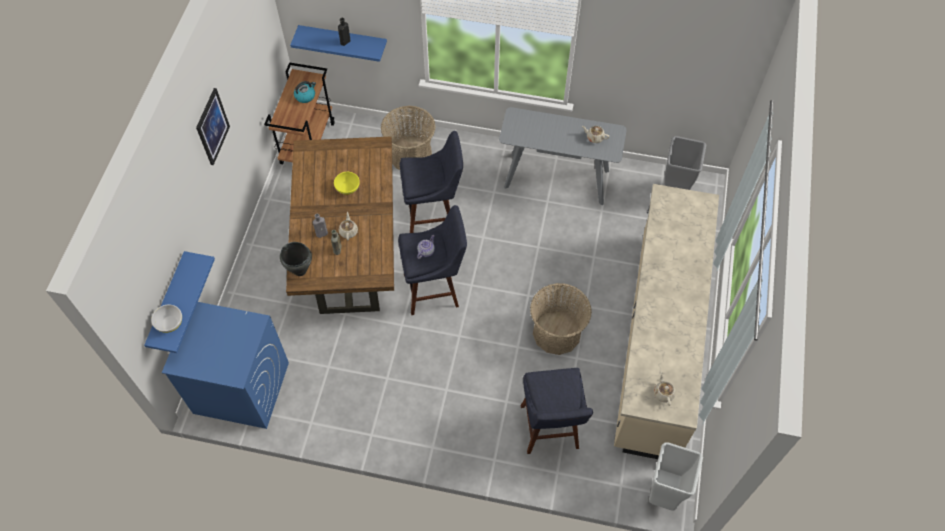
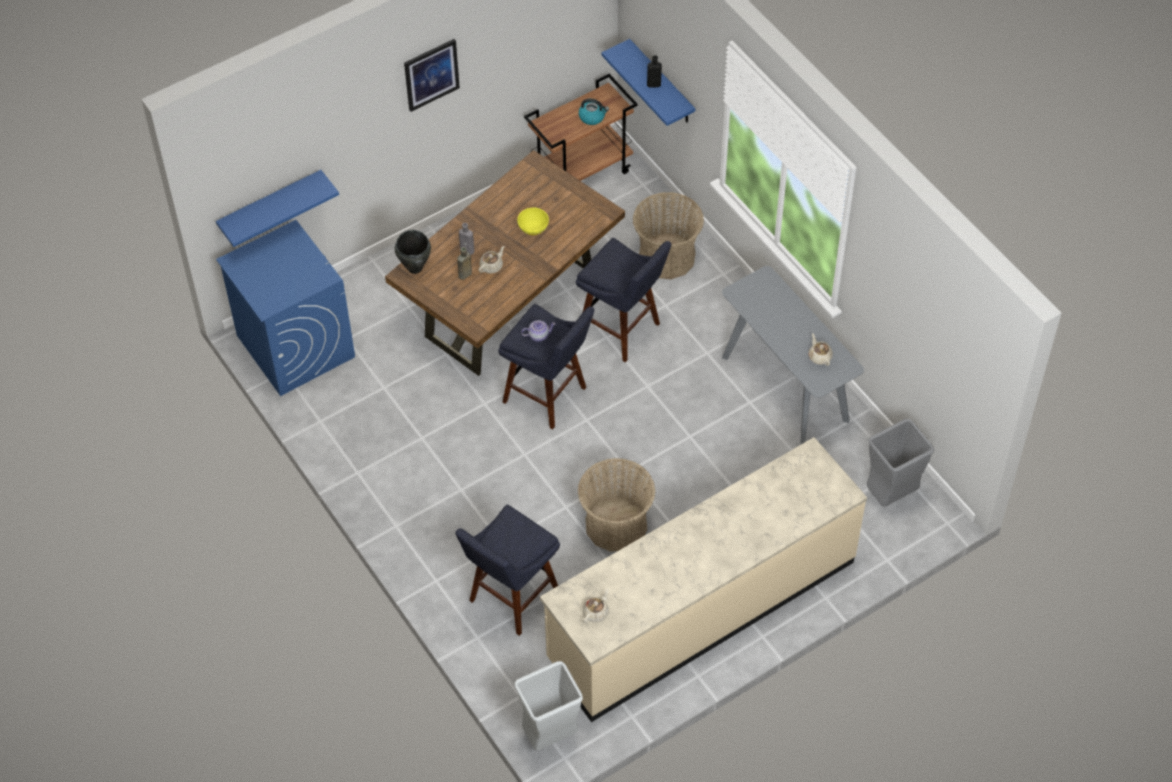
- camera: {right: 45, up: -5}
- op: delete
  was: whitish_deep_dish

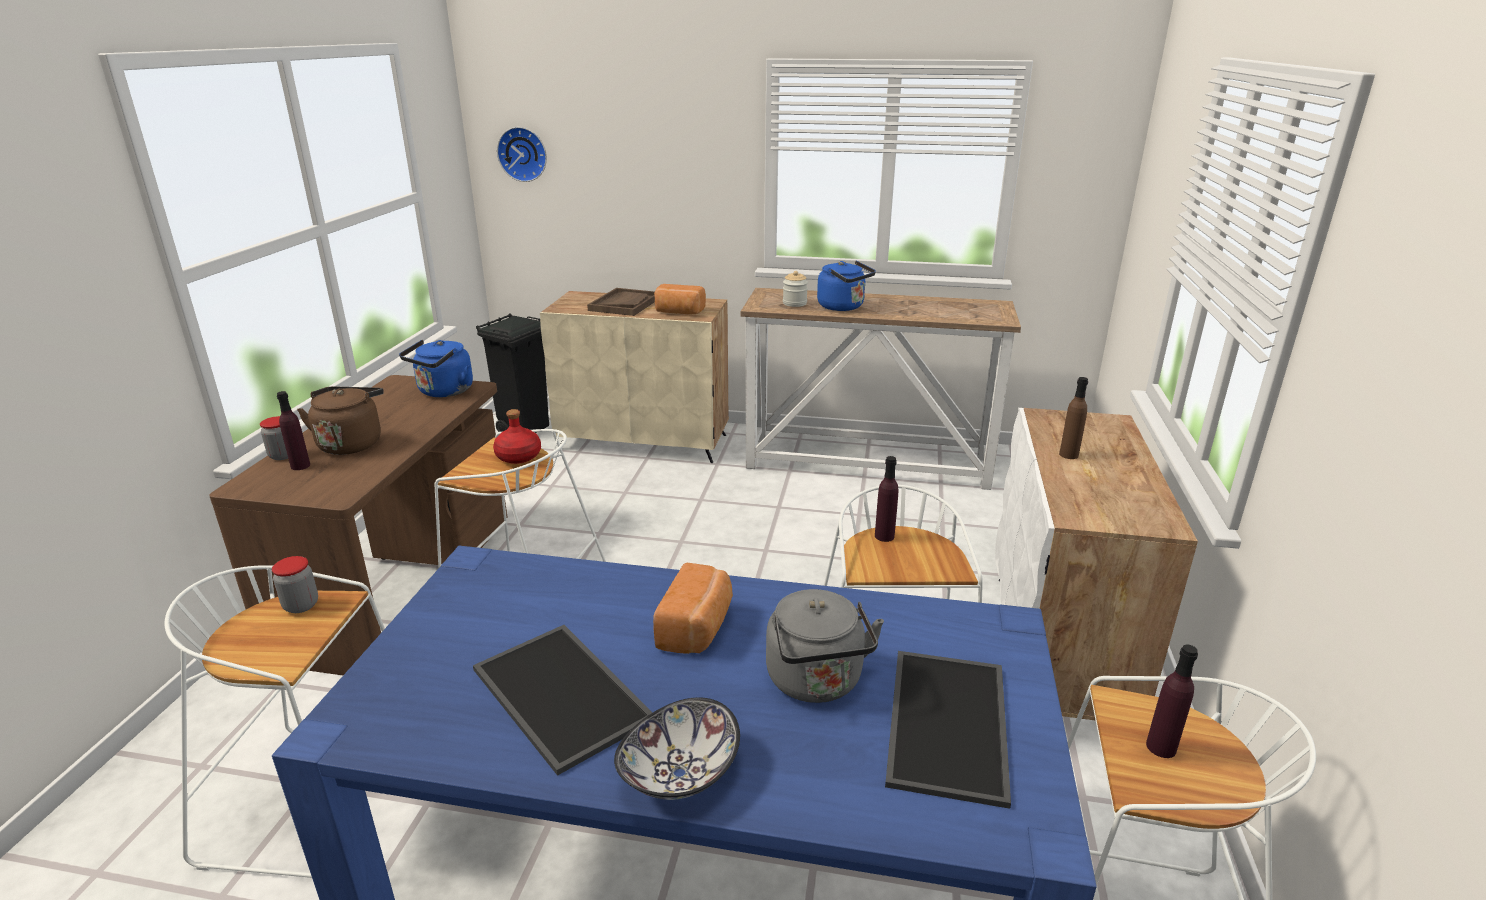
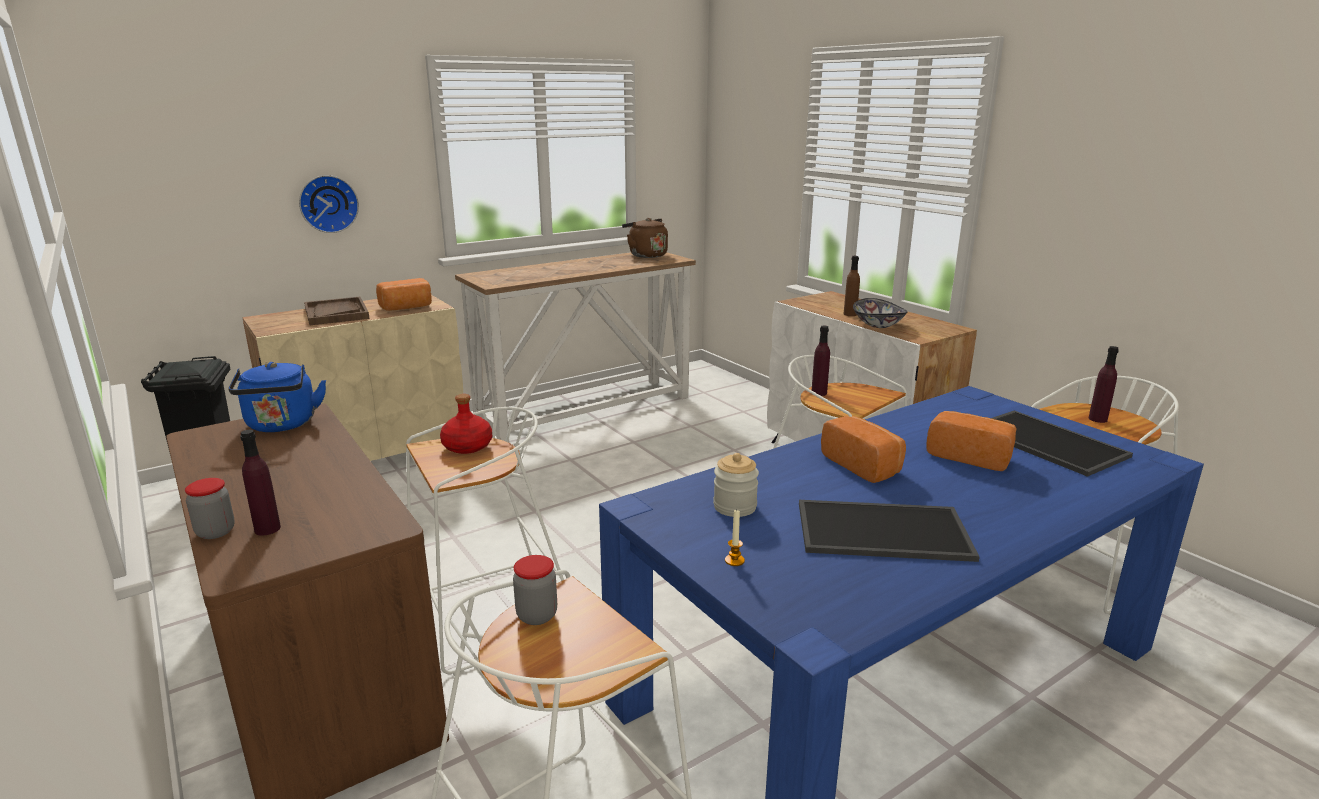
- camera: {right: -45, up: -5}
- op: move
  was: clock_on_the_wall
- op: move
  was: brown_tea_kettle
- op: move
  was: preserve_jar (3rd from left)
- op: insert
  now: wax_candle
- op: move
  was: deep_dish
- op: replace
  was: grey_tea_kettle
  now: bakery_bread (3rd from left)
- op: delete
  was: bluish_tea_kettle (2nd from left)

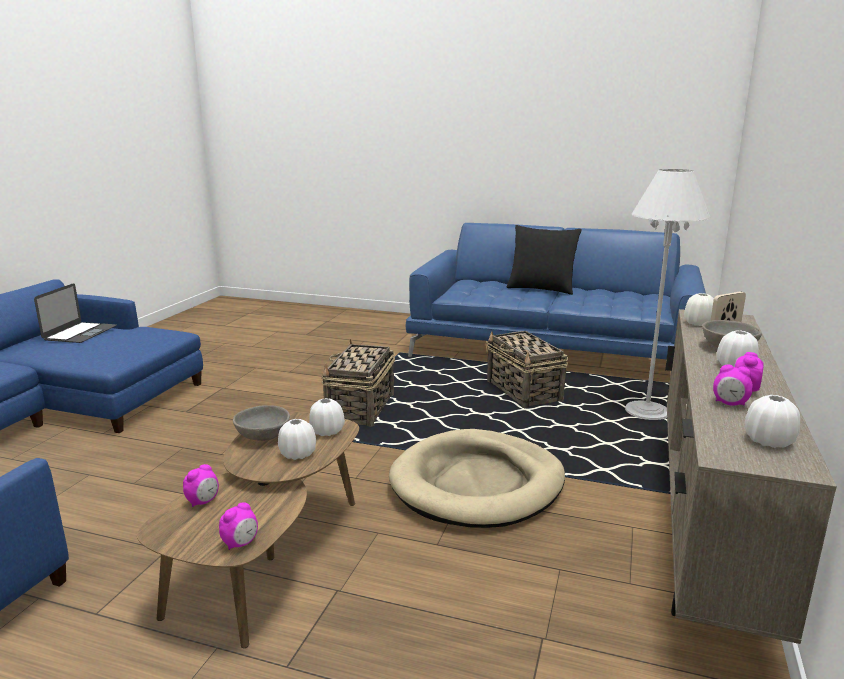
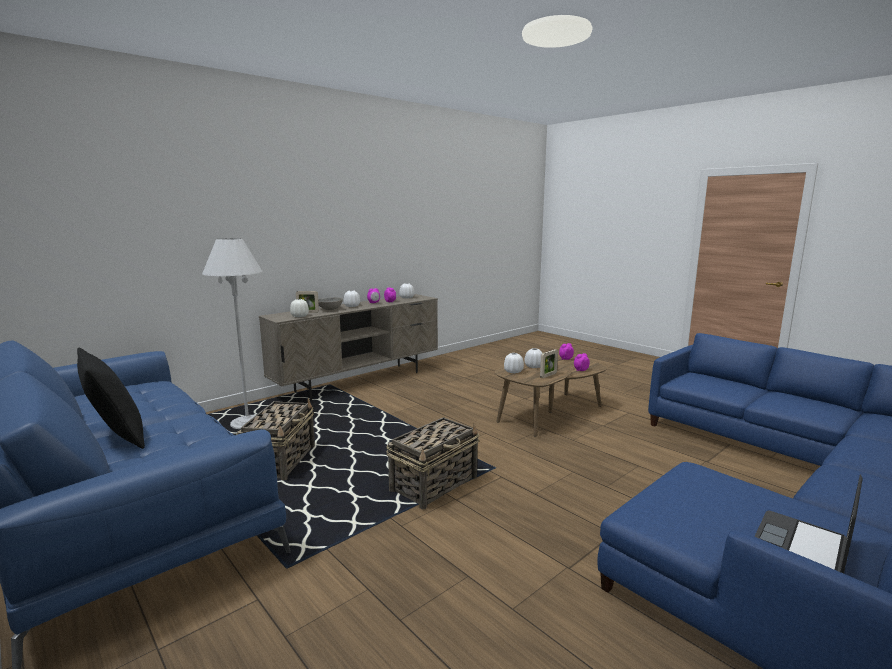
- camera: {right: -150, up: -5}
- op: replace
  was: grey_deep_dish (1st from left)
  now: standing_frame (2nd from left)
- op: delete
  was: beige-coloured_pet_bed

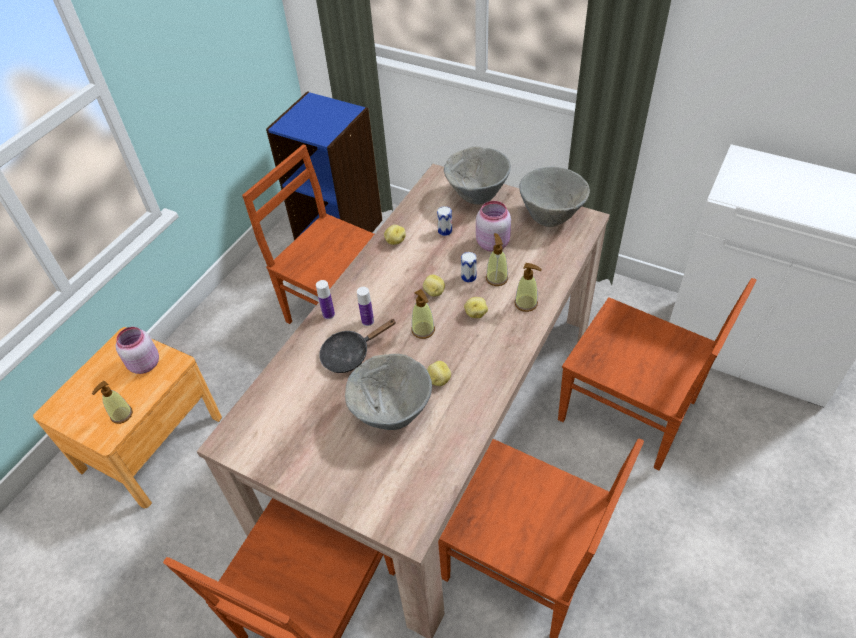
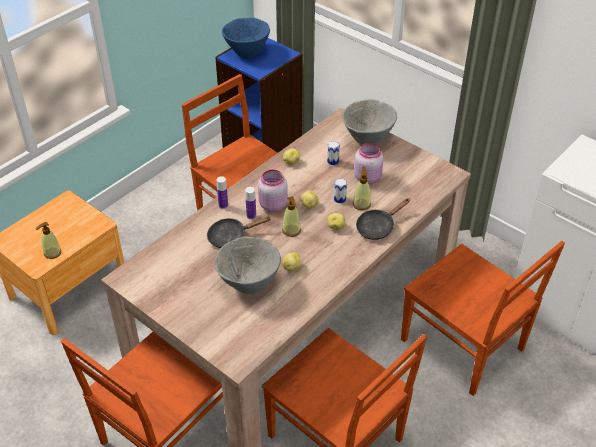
- camera: {right: 10, up: -5}
- op: insert
  now: bluish_deep_dish
- op: move
  was: pinkish_preserve_jar (1st from left)
- op: replace
  was: soap_bottle (4th from left)
  now: blackish_frying_pan (2nd from left)
- op: delete
  was: grey_deep_dish (3rd from left)

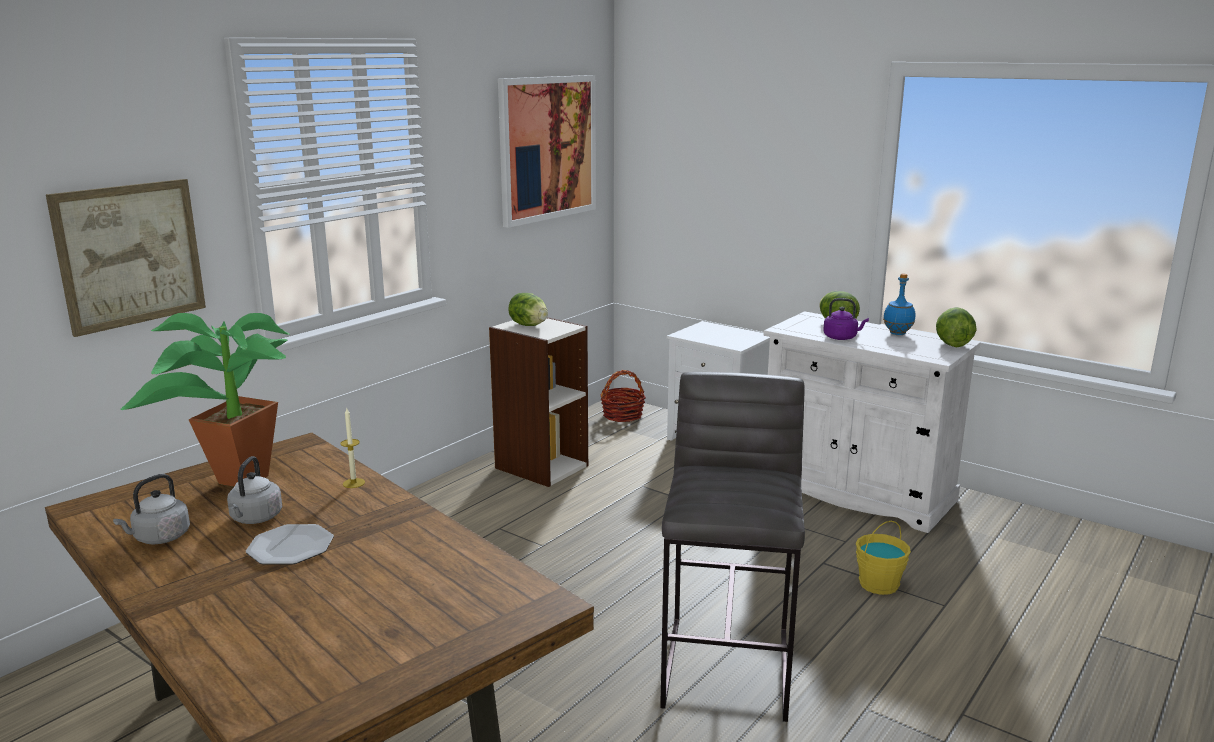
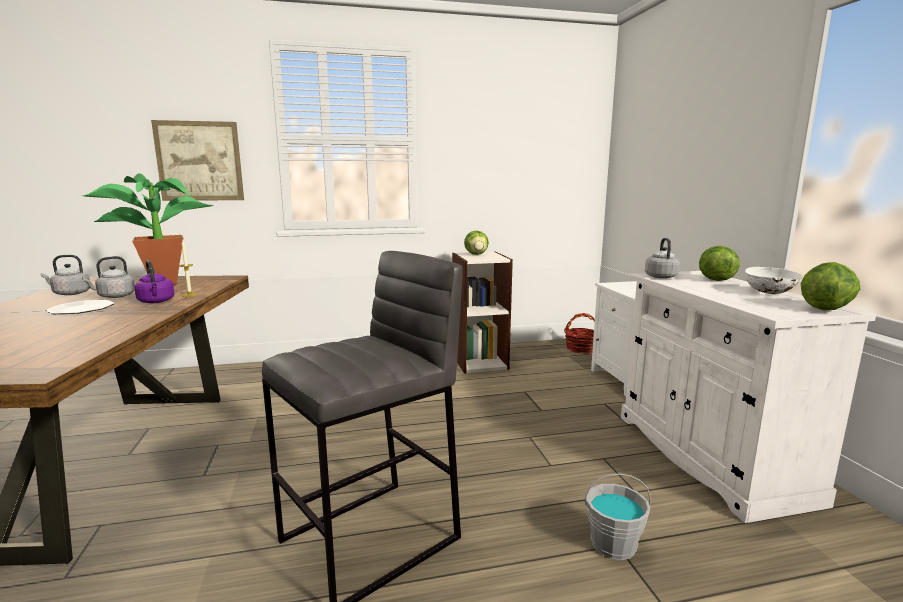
- camera: {right: 40, up: -5}
- op: move
  was: purple-coloured_tea_kettle
- op: recolor
  was: yellow-coloured_pail
  now: grey_pail
- op: insert
  now: grey_tea_kettle (3rd from left)
- op: replace
  was: bluish_beverage_bottle
  now: whitish_deep_dish
- op: delete
  was: wall_art (2nd from left)

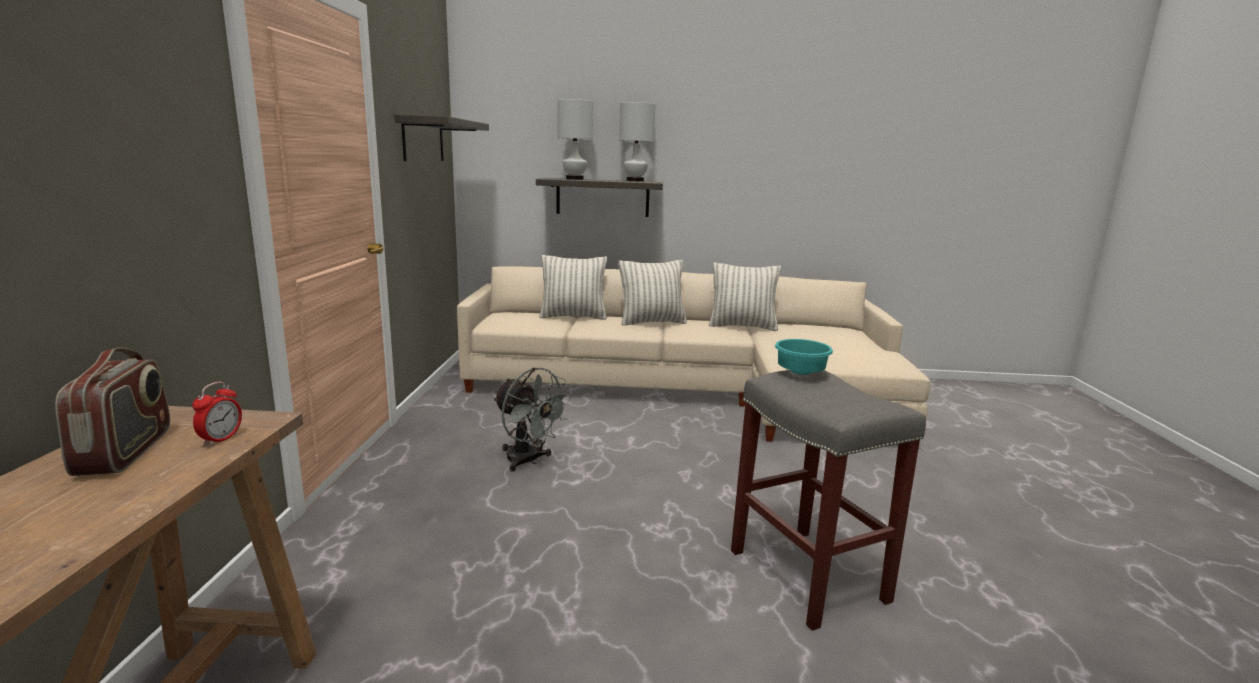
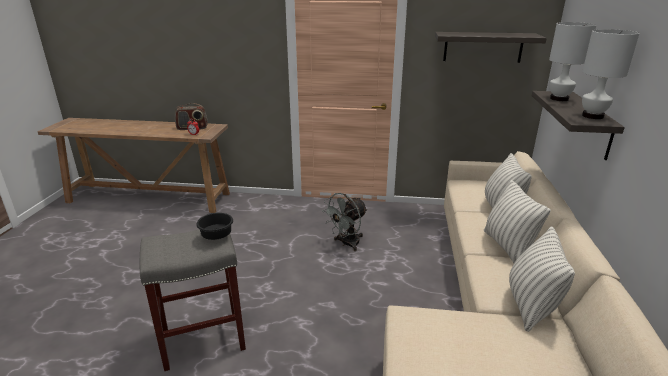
- camera: {right: 95, up: 10}
- op: recolor
  was: turquoise-coloured_deep_dish
  now: blackish_deep_dish

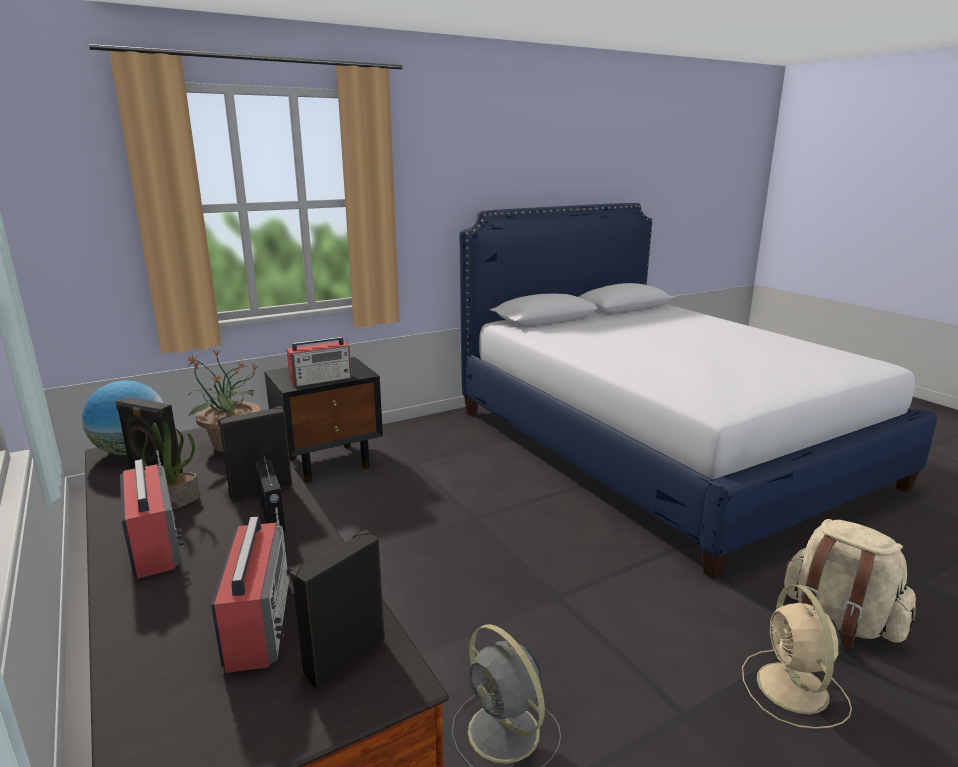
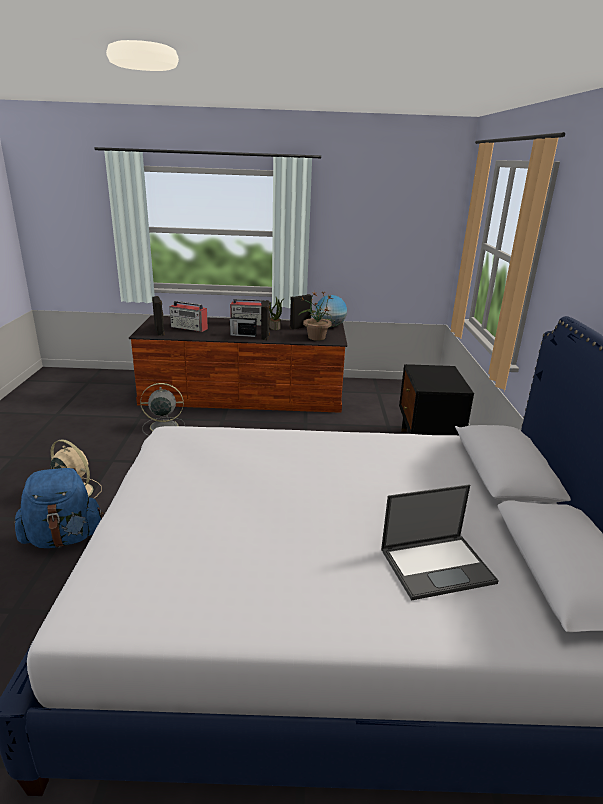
- camera: {right: 120, up: 5}
- op: recolor
  was: beige-coloured_backpack
  now: bluish_backpack
- op: insert
  now: laptop
- op: delete
  was: radio_receiver (4th from left)

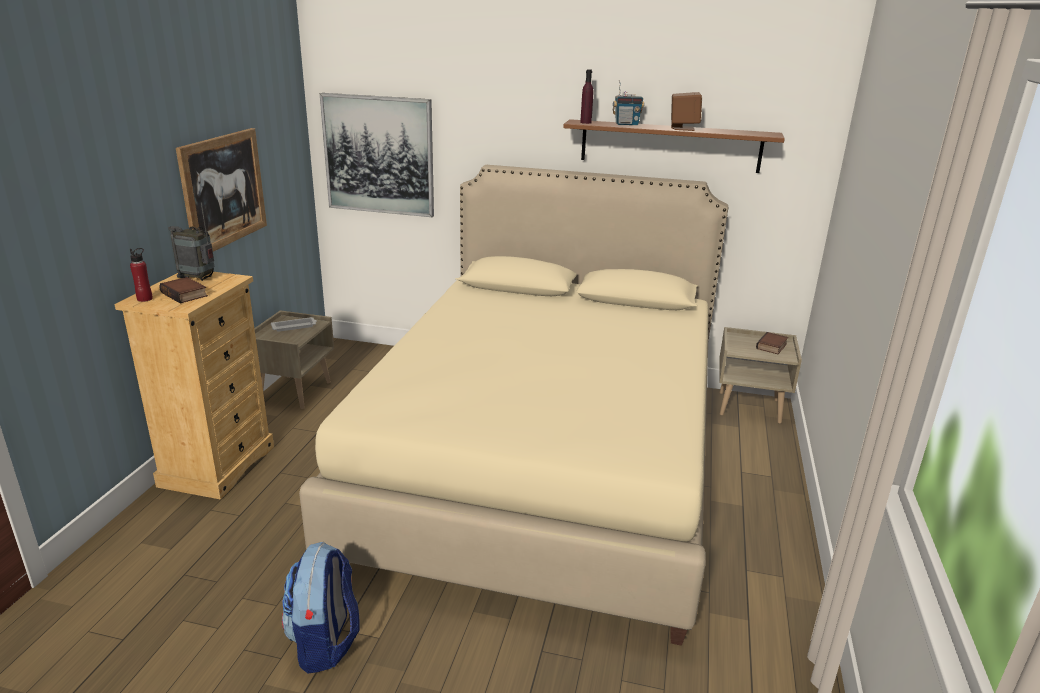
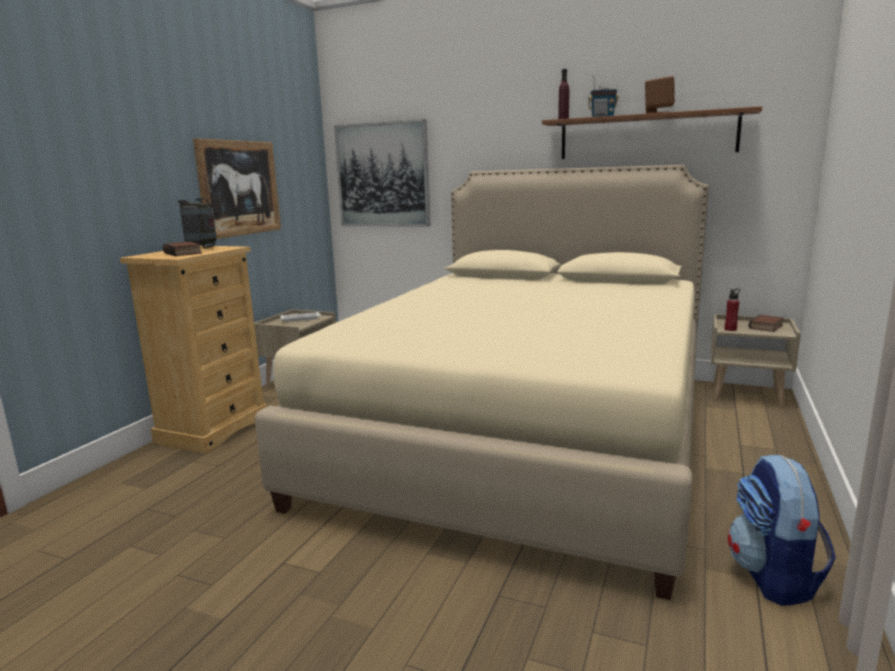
- camera: {right: 10, up: -10}
- op: move
  was: reddish_beverage_bottle
- op: move
  was: backpack

